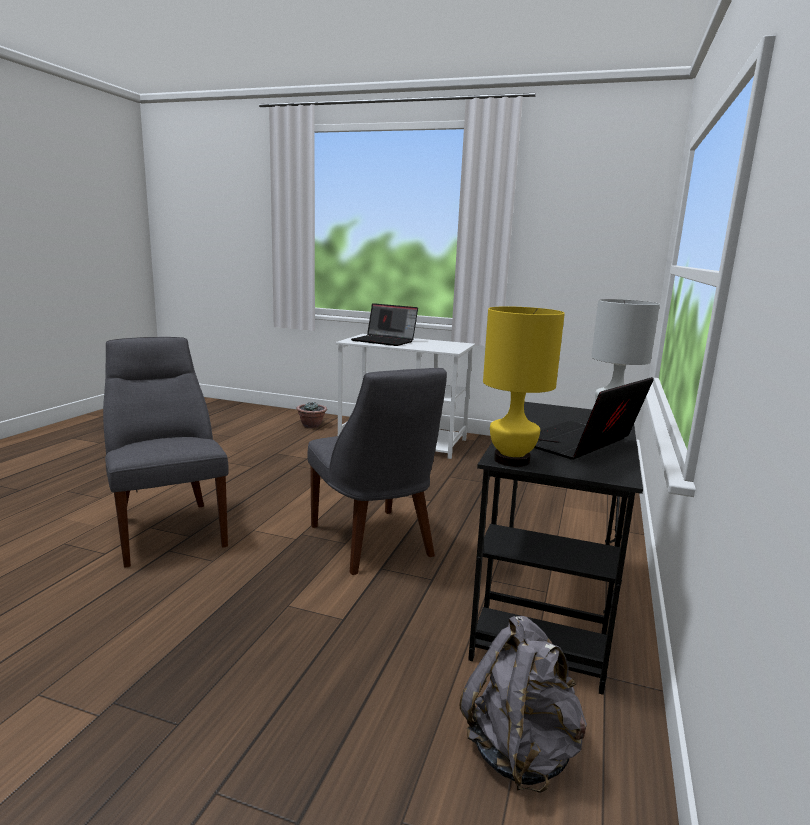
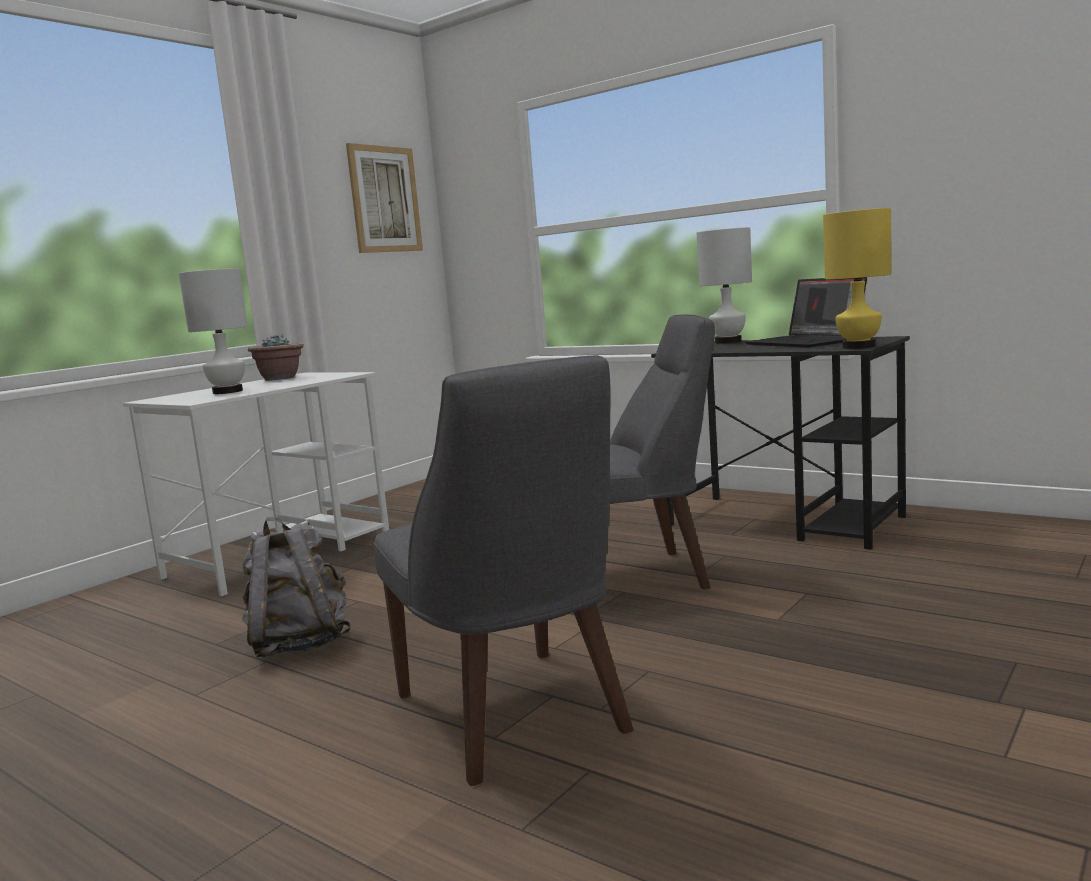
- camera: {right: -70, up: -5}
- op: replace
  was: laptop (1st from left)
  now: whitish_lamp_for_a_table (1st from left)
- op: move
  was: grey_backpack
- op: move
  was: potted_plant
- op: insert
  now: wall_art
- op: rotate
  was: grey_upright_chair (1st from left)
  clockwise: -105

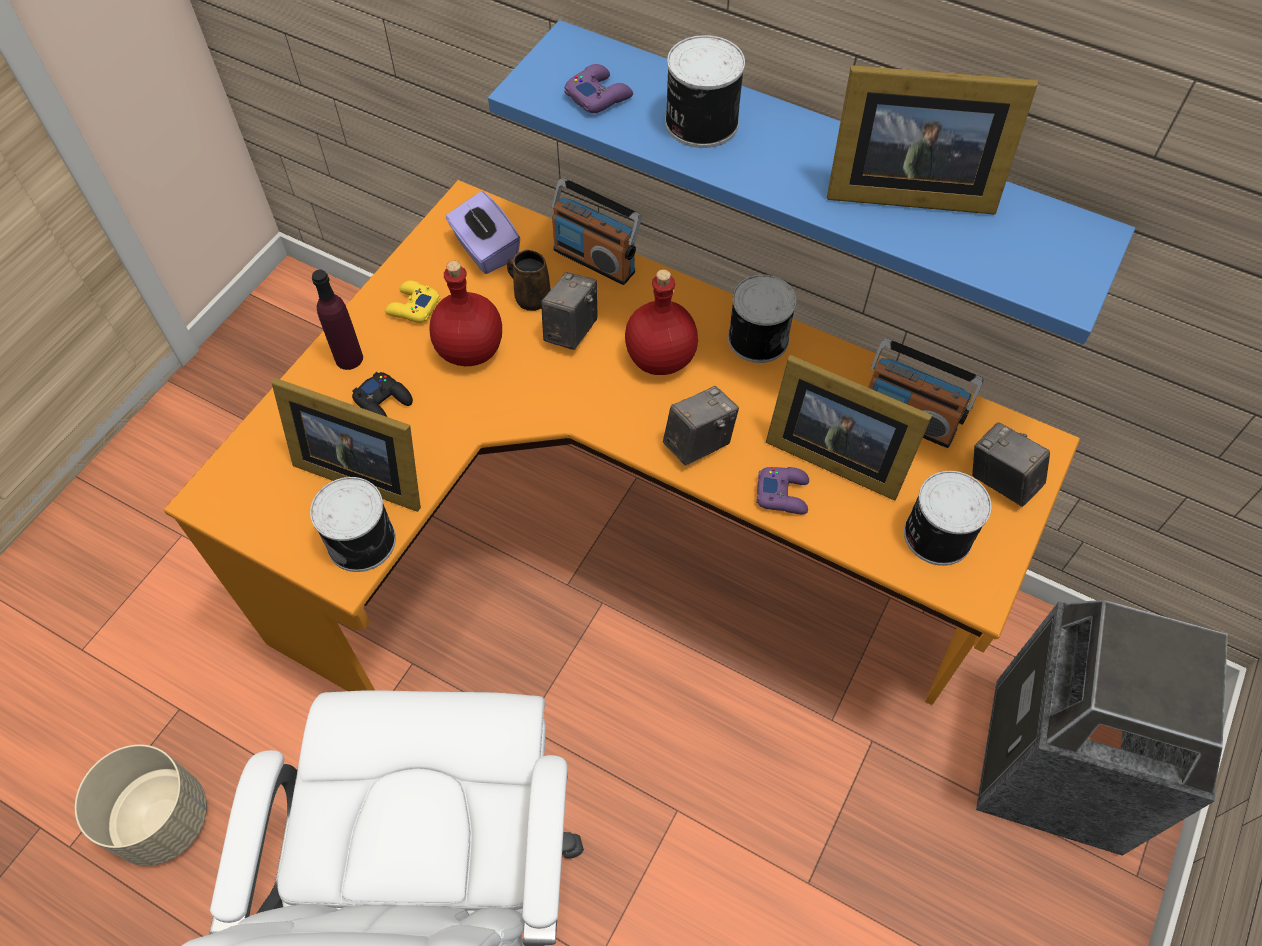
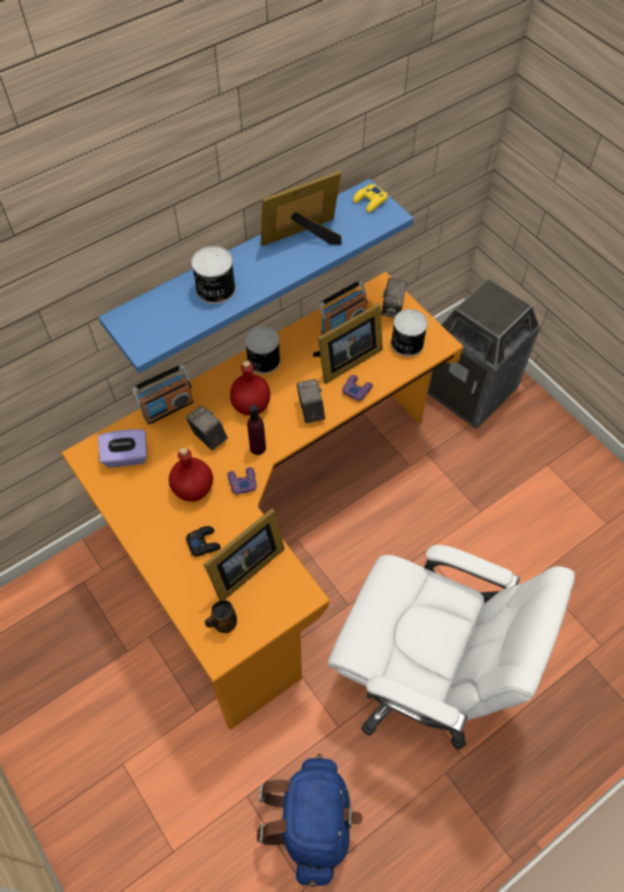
- camera: {right: -65, up: 0}
- op: move
  was: brown_mug
- op: move
  was: purple-coloured_game_controller (1st from left)
- op: move
  was: purple-coloured_beverage_bottle
- op: replace
  was: beige-coloured_plant_pot
  now: bluish_backpack
- op: rotate
  was: standing_frame (3rd from left in the first image)
  clockwise: -150
- op: move
  was: yellow-coloured_game_controller
- op: rotate
  was: photo_camera (3rd from left)
  clockwise: -60
- op: delete
  was: can (1st from left)

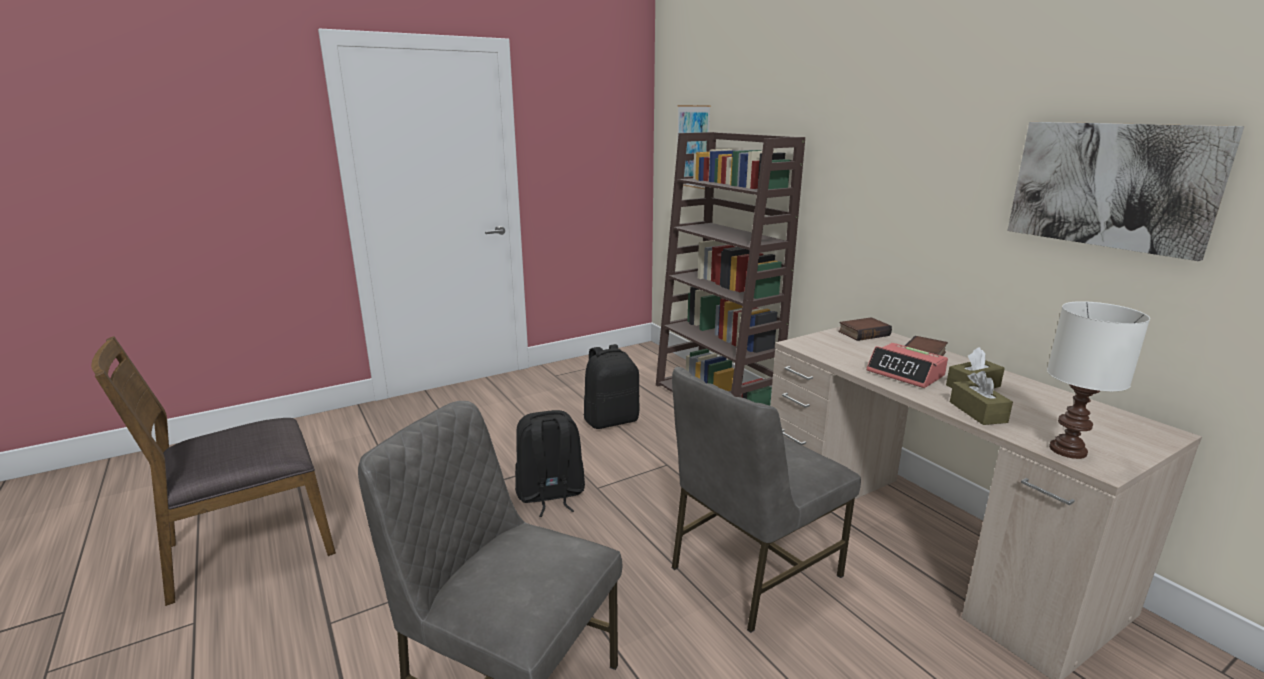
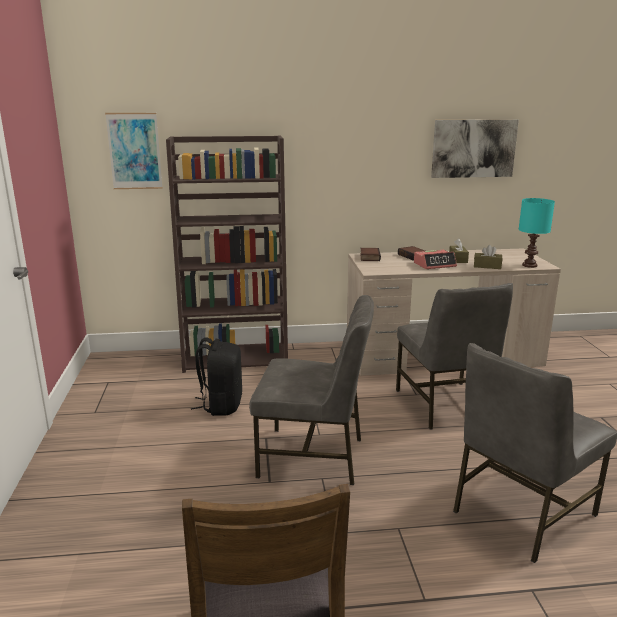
- camera: {right: -65, up: 0}
- op: replace
  was: blackish_backpack (1st from left)
  now: grey_upright_chair (1st from left)
- op: recolor
  was: whitish_lamp_for_a_table
  now: turquoise-coloured_lamp_for_a_table

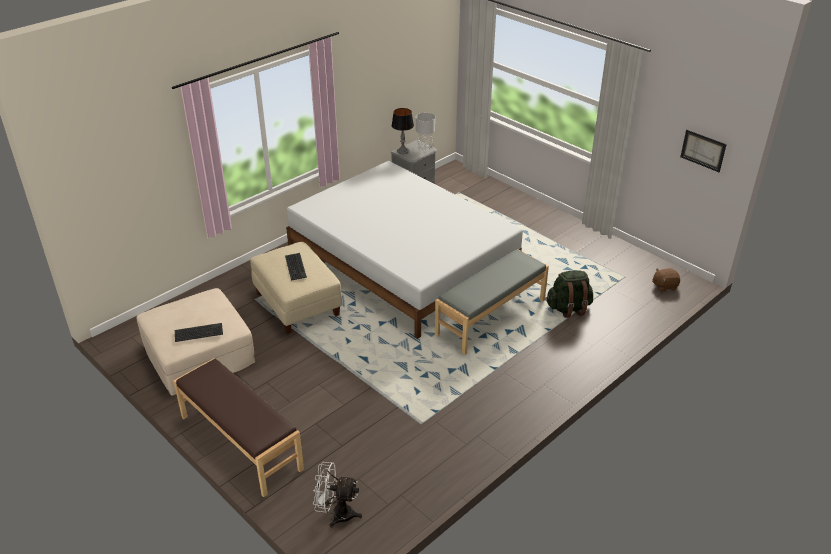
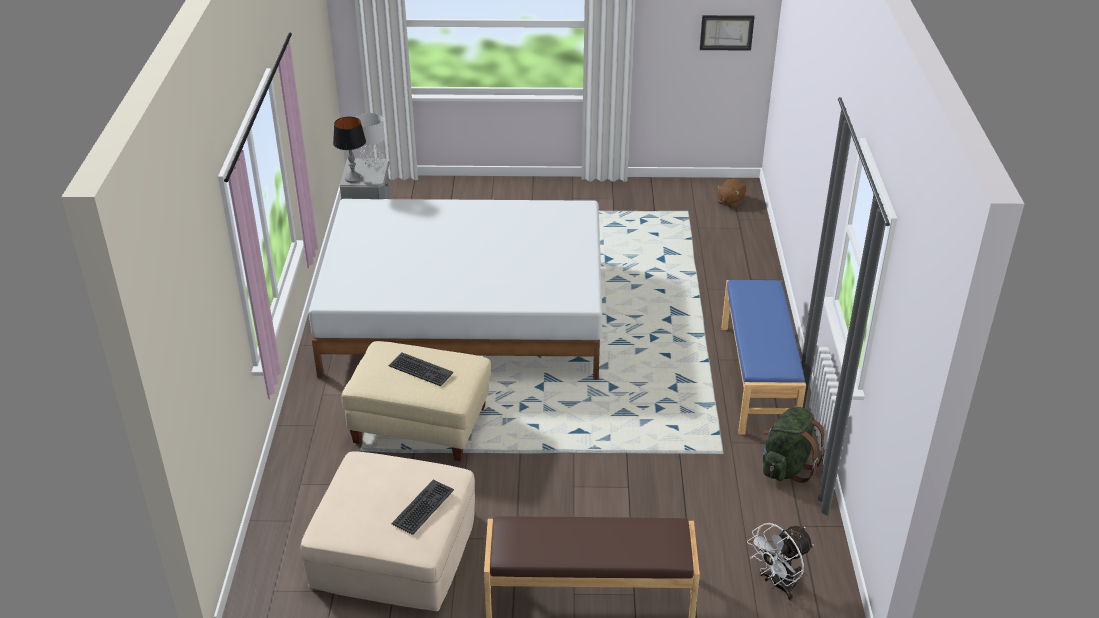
- camera: {right: -45, up: 0}
- op: insert
  now: bluish_long_seat
- op: move
  was: greenish_backpack
- op: delete
  was: grey_long_seat

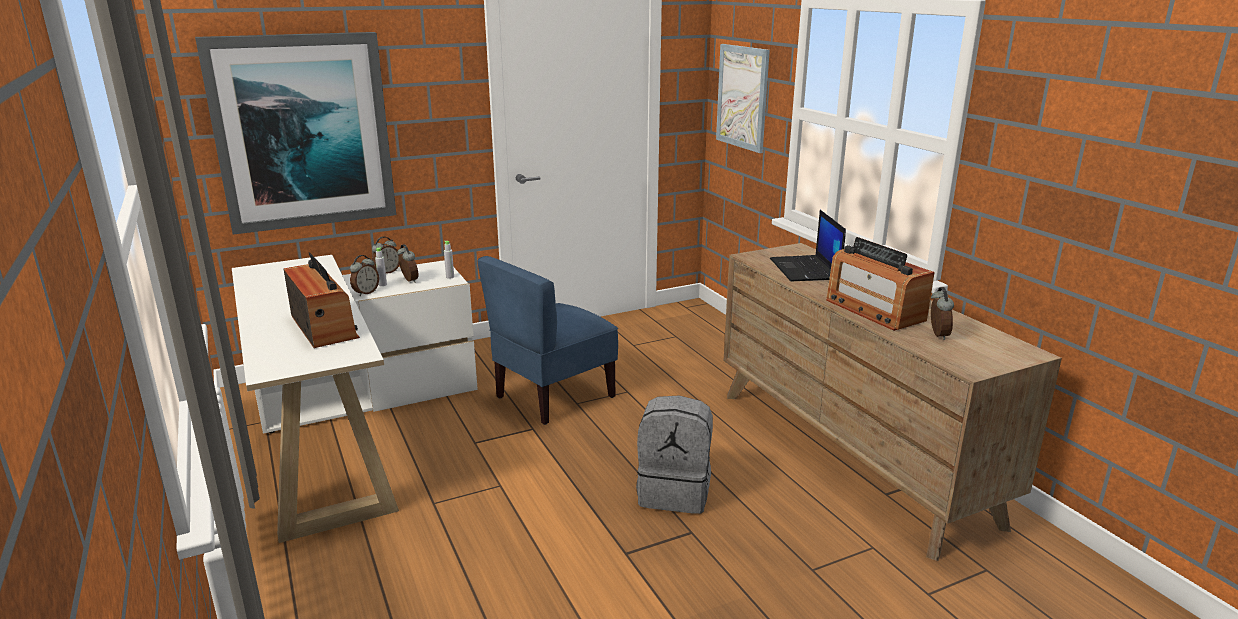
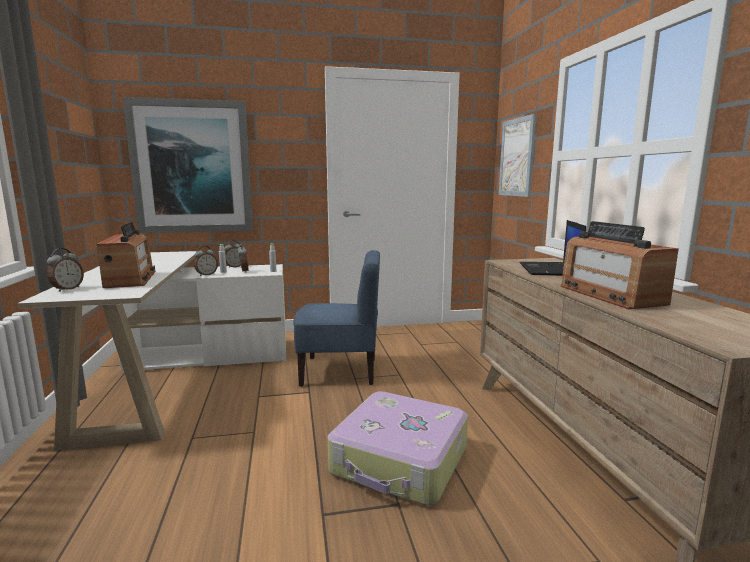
- camera: {right: 15, up: -10}
- op: move
  was: table_clock (4th from left in the first image)
  now: table_clock (1st from left)
- op: rotate
  was: bluish_upright_chair
  clockwise: -150
- op: replace
  was: grey_backpack
  now: travel_case

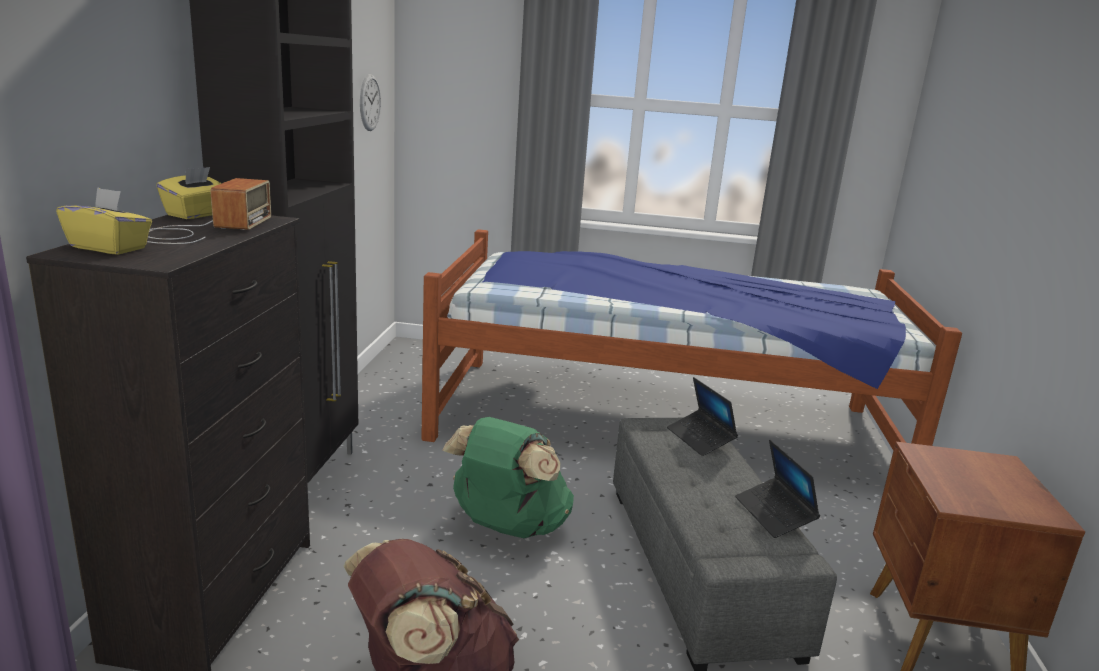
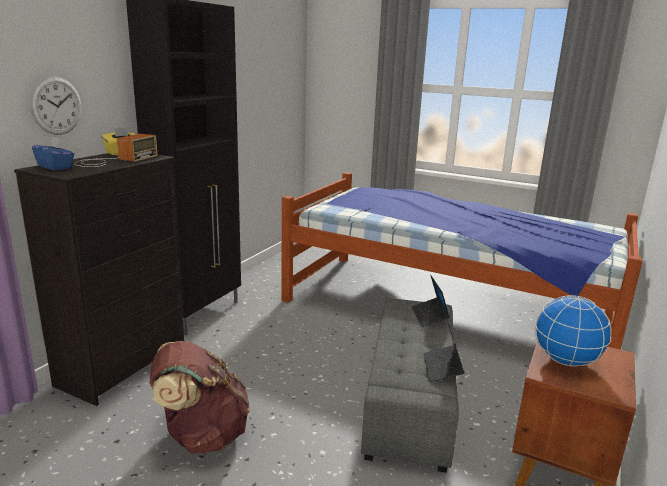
- camera: {right: 20, up: 0}
- op: move
  was: clock_on_the_wall
- op: recolor
  was: yellow-coloured_tissue_box (1st from left)
  now: bluish_tissue_box
- op: insert
  now: globe
- op: delete
  was: greenish_backpack

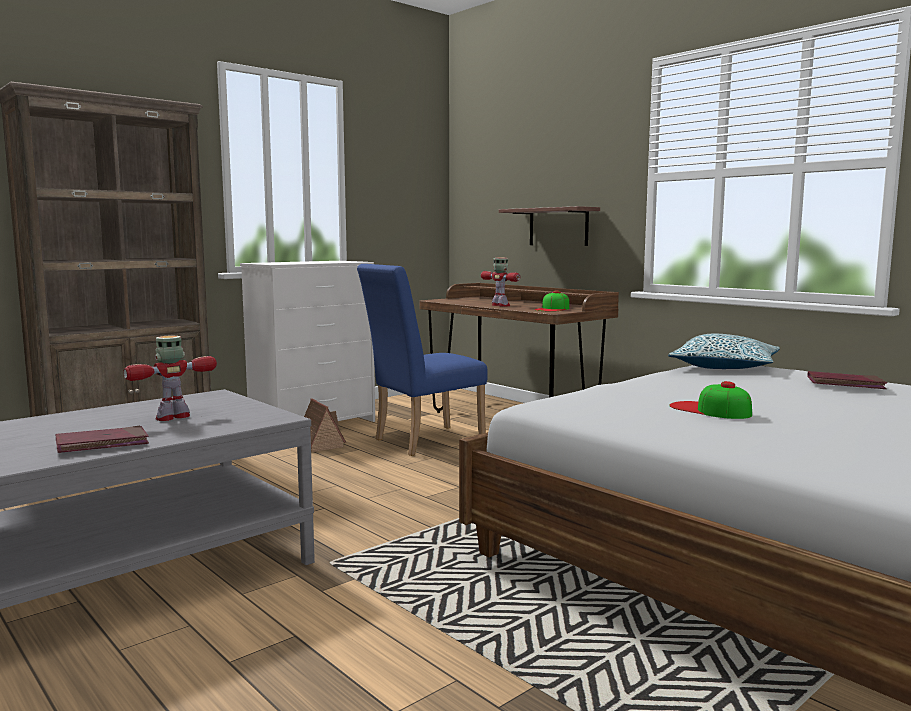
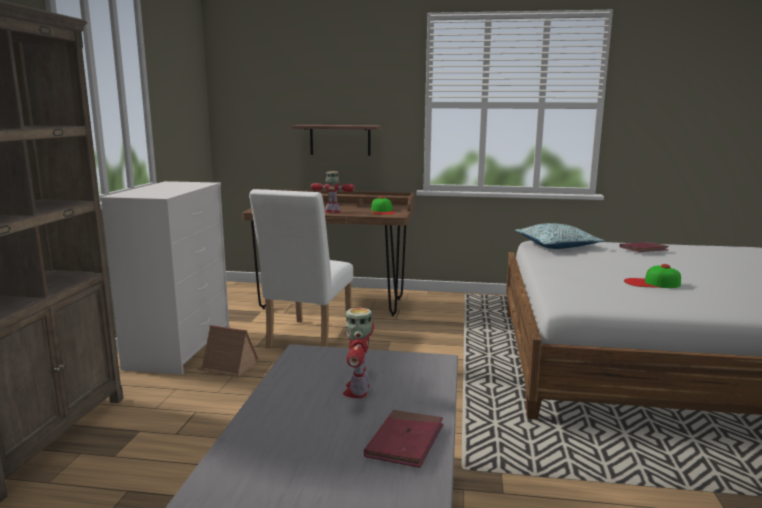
- camera: {right: -40, up: 5}
- op: recolor
  was: bluish_upright_chair
  now: whitish_upright_chair

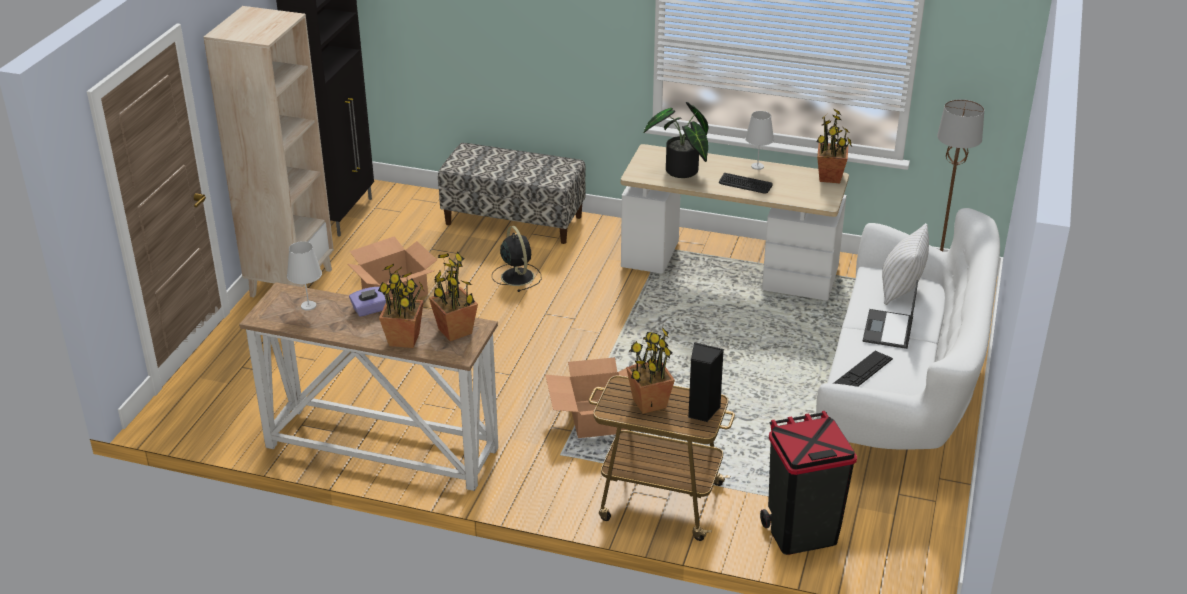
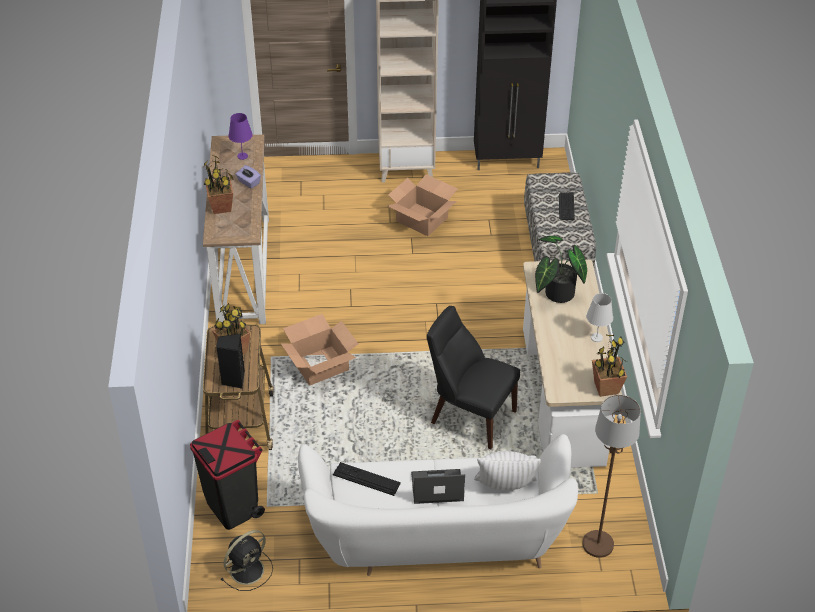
- camera: {right: 70, up: 10}
- op: move
  was: blackish_fan
- op: recolor
  was: whitish_lamp_for_a_table (1st from left)
  now: purple-coloured_lamp_for_a_table
- op: insert
  now: blackish_upright_chair
- op: move
  was: keyboard (1st from left in the first image)
  now: keyboard (2nd from left)
- op: delete
  was: potted_plant (2nd from left)

